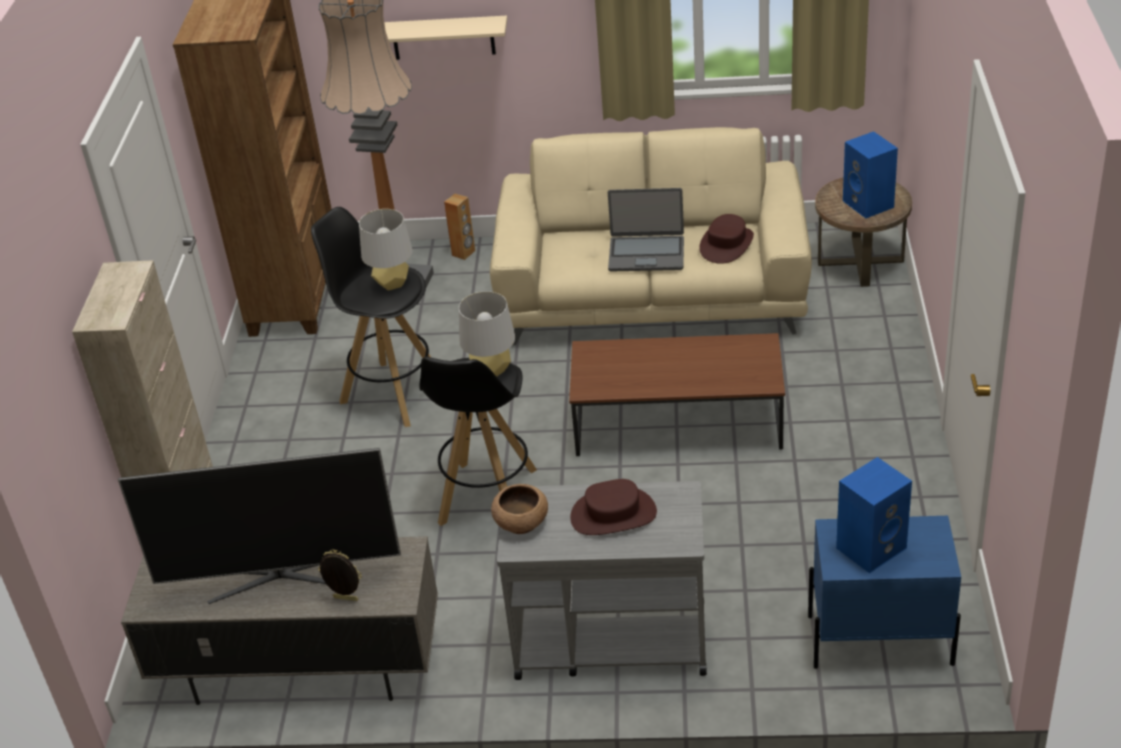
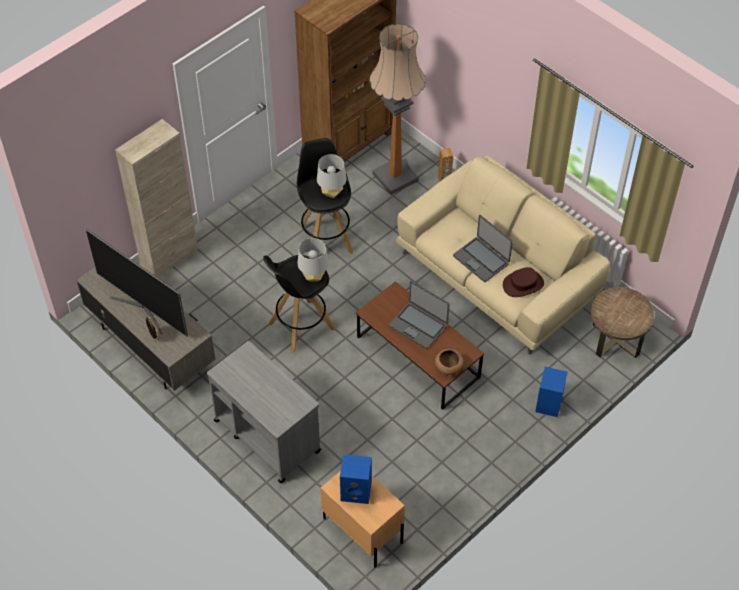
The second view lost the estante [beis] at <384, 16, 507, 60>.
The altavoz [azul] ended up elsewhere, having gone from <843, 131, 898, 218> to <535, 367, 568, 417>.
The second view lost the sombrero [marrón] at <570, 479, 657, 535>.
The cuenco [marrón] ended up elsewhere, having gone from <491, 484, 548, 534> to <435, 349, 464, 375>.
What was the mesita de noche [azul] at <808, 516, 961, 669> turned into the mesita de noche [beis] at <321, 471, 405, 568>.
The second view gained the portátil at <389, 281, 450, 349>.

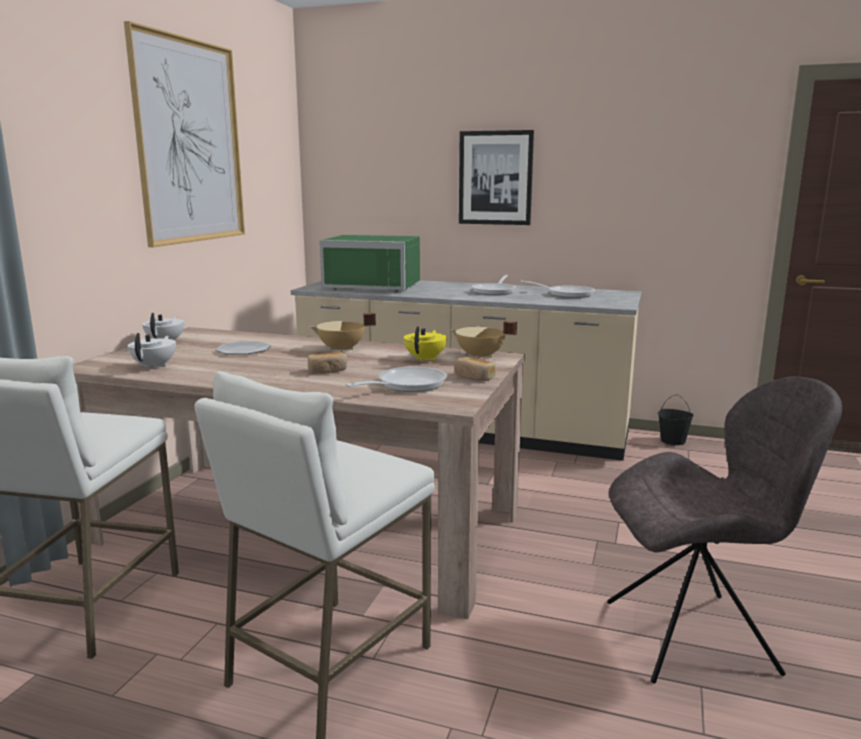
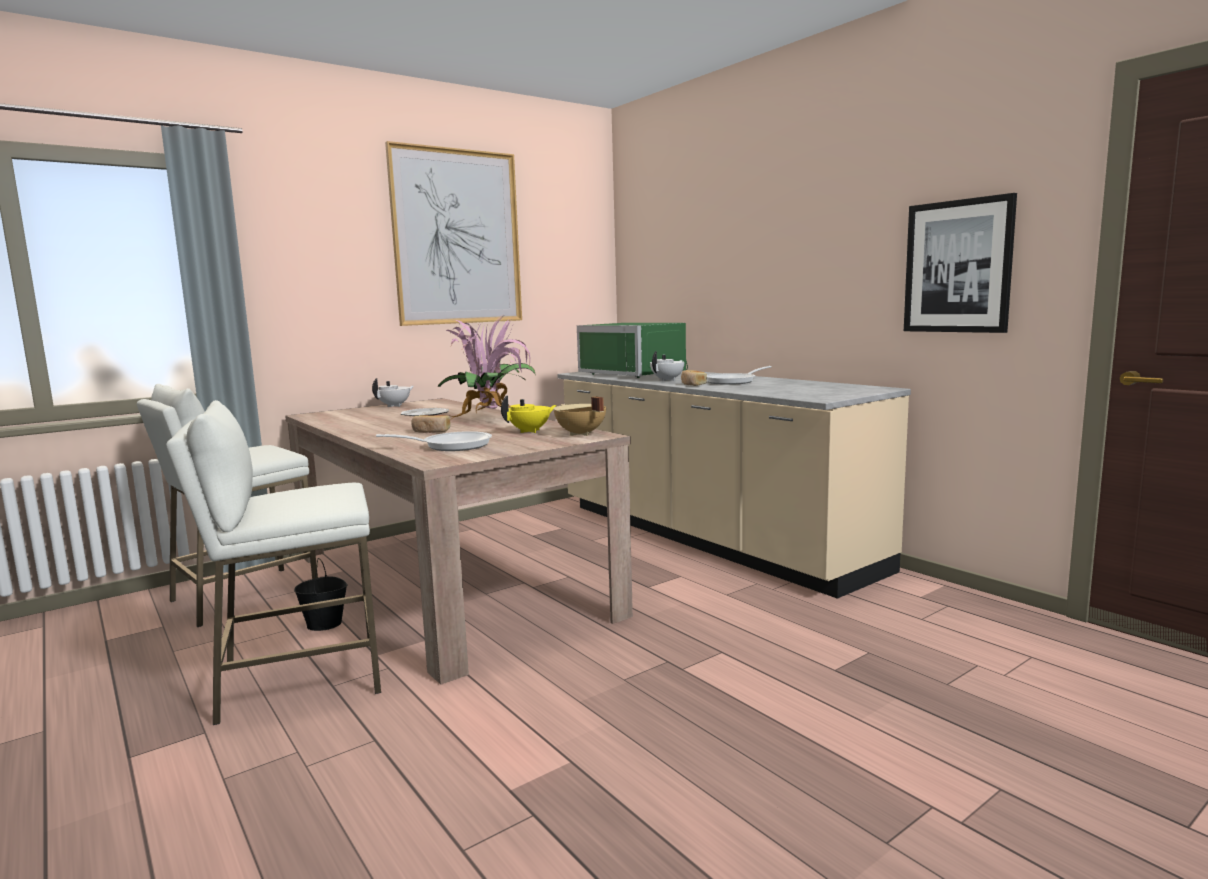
The cuadro ended up elsewhere, having gone from <459, 130, 534, 225> to <904, 193, 1017, 333>.
The second view lost the sartén at <520, 281, 595, 298>.
Where the olla [beis] stood at <310, 313, 376, 352>, the planta en maceta came to stand at <437, 316, 536, 420>.
The tetera [blanco] ended up elsewhere, having gone from <128, 333, 176, 369> to <650, 351, 684, 381>.
The pan ended up elsewhere, having gone from <454, 357, 496, 381> to <681, 370, 707, 386>.
The second view lost the silla [gris] at <607, 376, 842, 684>.
The cubo [negro] ended up elsewhere, having gone from <658, 394, 694, 445> to <294, 558, 348, 631>.

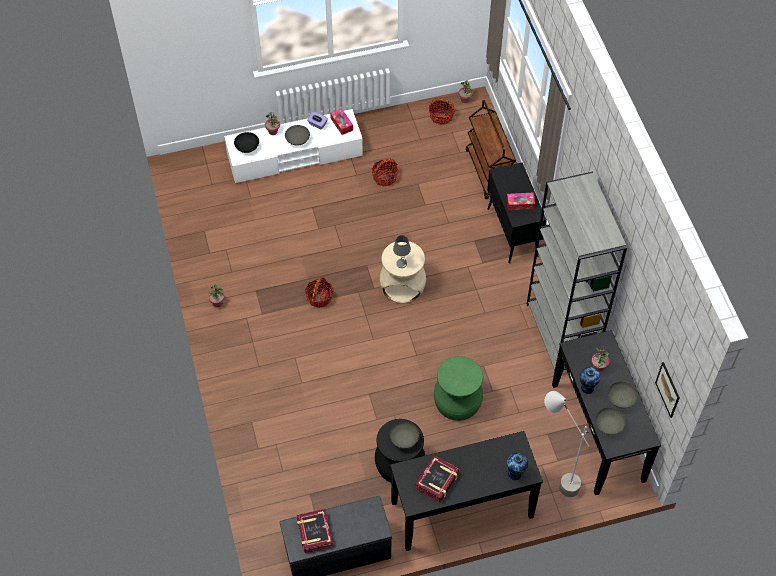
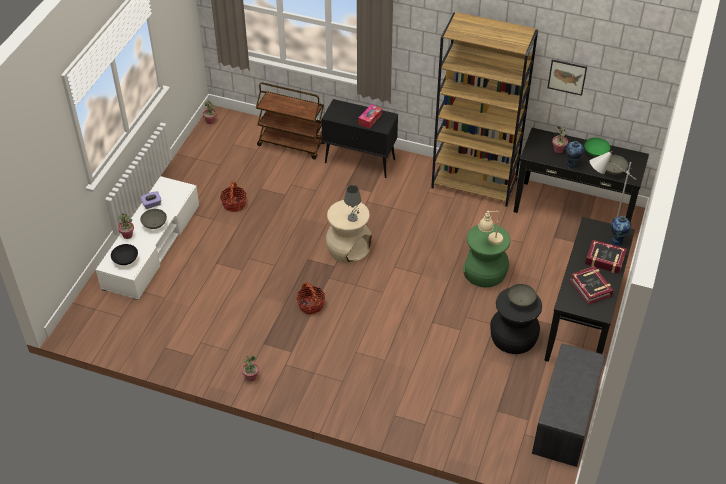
The second view lost the cesta at <429, 98, 455, 125>.
The second view lost the caja de pañuelos at <330, 108, 353, 135>.
What was the estantería [gris] at <527, 172, 627, 372> turned into the estantería [marrón] at <431, 12, 538, 207>.
The cuadro ended up elsewhere, having gone from <655, 362, 680, 418> to <547, 60, 587, 96>.
What was the cuenco [gris] at <608, 382, 638, 408> turned into the cuenco [verde] at <584, 138, 611, 157>.
The libro ended up elsewhere, having gone from <297, 509, 333, 553> to <585, 240, 627, 273>.
The second view gained the lámpara de mesa [beis] at <478, 211, 504, 245>.

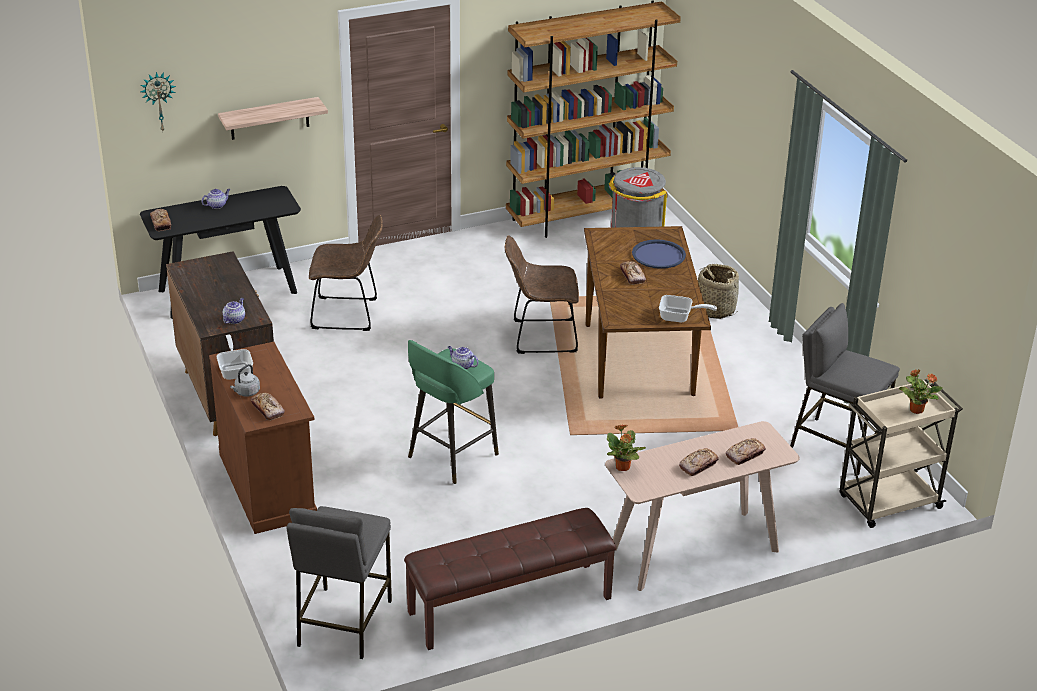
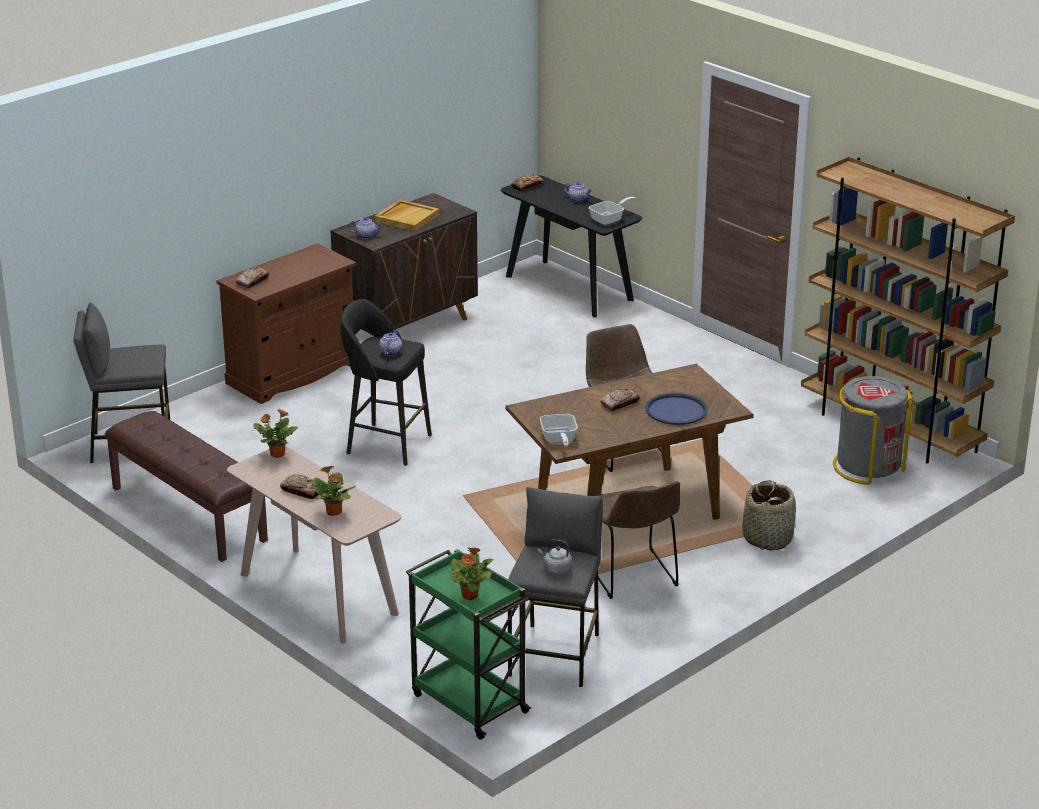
The second view lost the reloj de pared at <140, 72, 176, 131>.
The second view lost the estante at <218, 97, 328, 140>.
The silla [marrón] ended up elsewhere, having gone from <309, 215, 383, 331> to <595, 481, 680, 599>.
The sartén ended up elsewhere, having gone from <217, 335, 253, 380> to <589, 197, 636, 225>.
What was the taburete [verde] at <408, 340, 499, 484> turned into the taburete [negro] at <341, 299, 432, 466>.
The hervidor [gris] ended up elsewhere, having gone from <230, 364, 260, 397> to <538, 539, 572, 575>.
What was the carrito [beis] at <839, 379, 963, 528> turned into the carrito [verde] at <406, 549, 531, 740>.
Where the pan stood at <726, 438, 766, 465>, the planta en maceta came to stand at <313, 465, 356, 516>.
The second view gained the bandeja [beis] at <374, 200, 439, 232>.

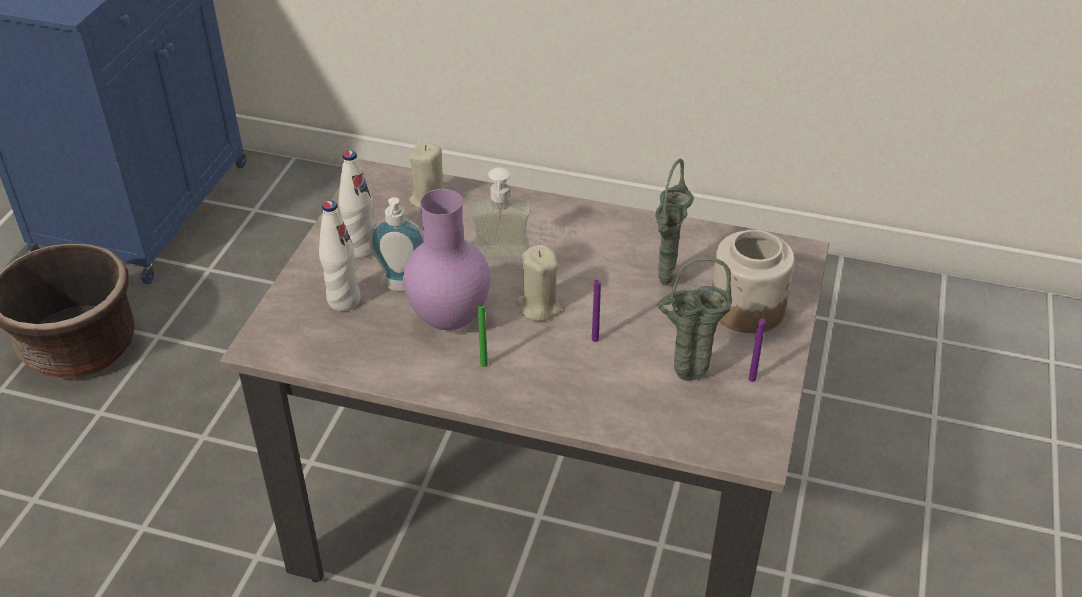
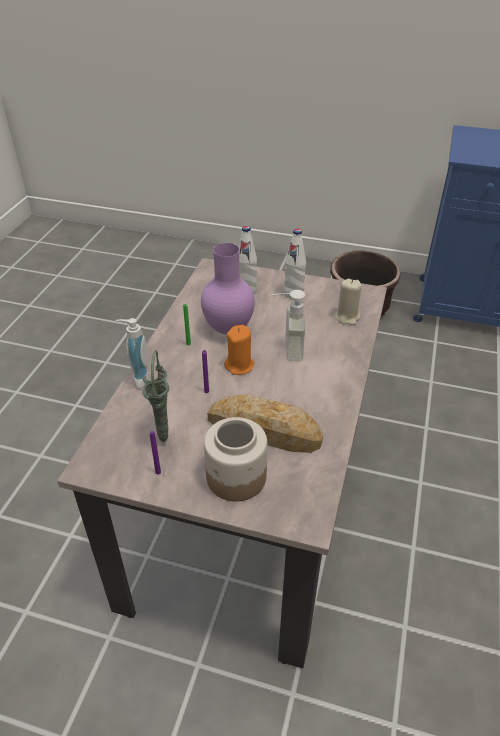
Where the florero [verde] stood at <655, 159, 694, 286>, the pan came to stand at <207, 394, 323, 453>.
The dispensador de jabón ended up elsewhere, having gone from <369, 197, 424, 291> to <116, 318, 150, 389>.
What was the vela [beis] at <516, 245, 561, 321> turned into the vela [naranja] at <224, 325, 254, 375>.

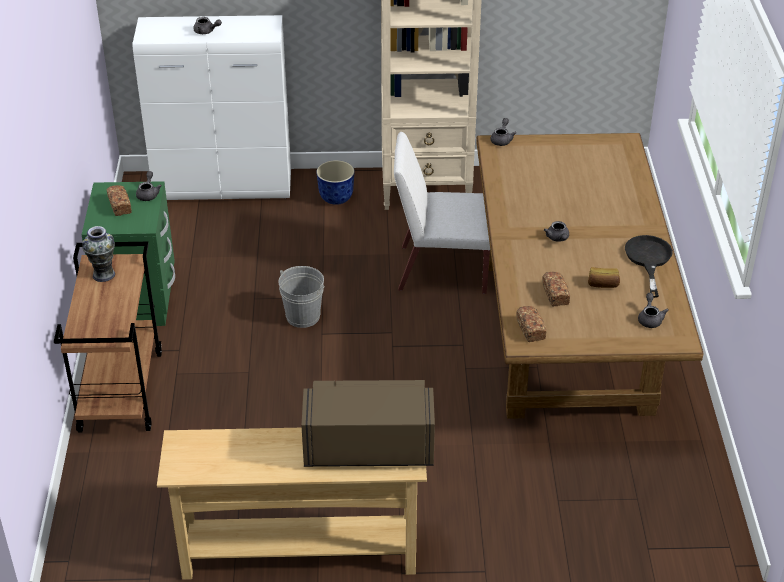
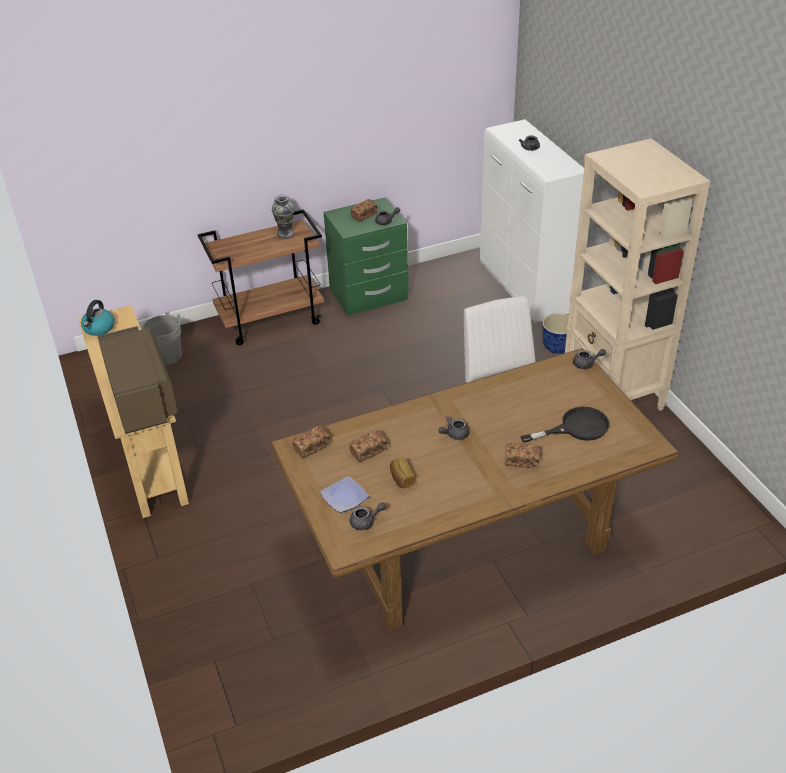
The sartén [negro] ended up elsewhere, having gone from <625, 235, 673, 298> to <520, 407, 609, 443>.
The cubo [gris] ended up elsewhere, having gone from <278, 266, 325, 328> to <142, 312, 182, 365>.
The second view gained the hervidor at <81, 300, 115, 336>.
The second view gained the pan at <505, 443, 541, 468>.
The second view gained the plato at <320, 476, 369, 513>.

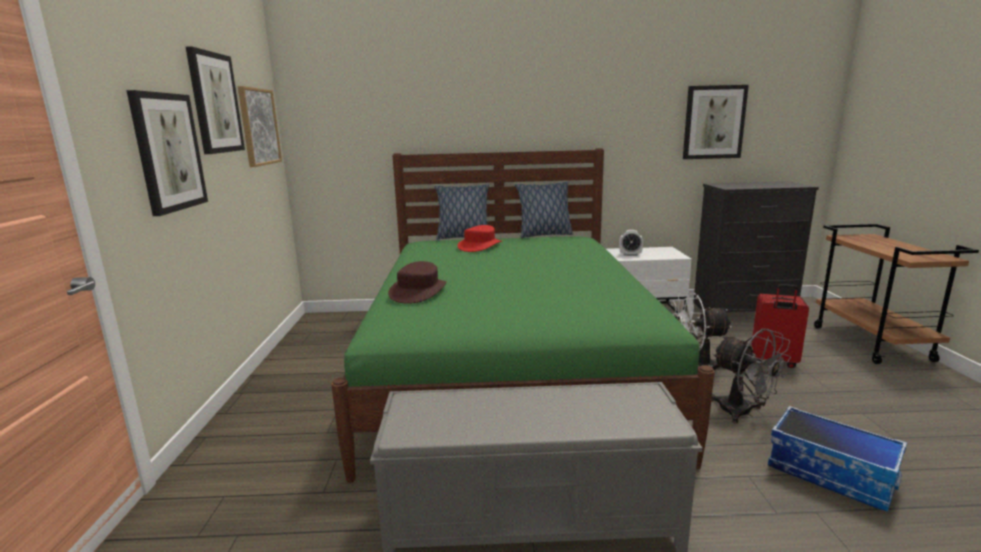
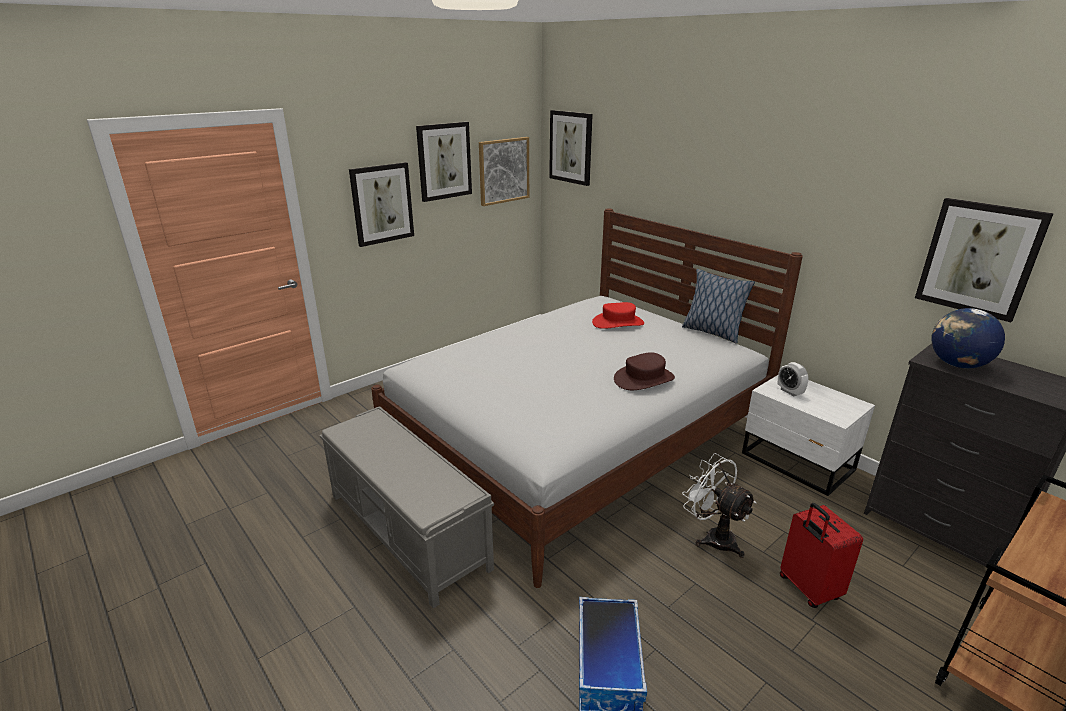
What was the cama [verde] at <331, 148, 715, 483> turned into the cama [blanco] at <371, 208, 803, 588>.
The second view lost the cojín at <434, 184, 489, 240>.
The sombrero [marrón] ended up elsewhere, having gone from <388, 261, 446, 304> to <614, 352, 675, 390>.
The second view lost the ventilador [gris] at <711, 329, 791, 423>.
The second view gained the cuadro at <549, 110, 593, 186>.
The second view gained the globo terráqueo at <931, 308, 1005, 368>.

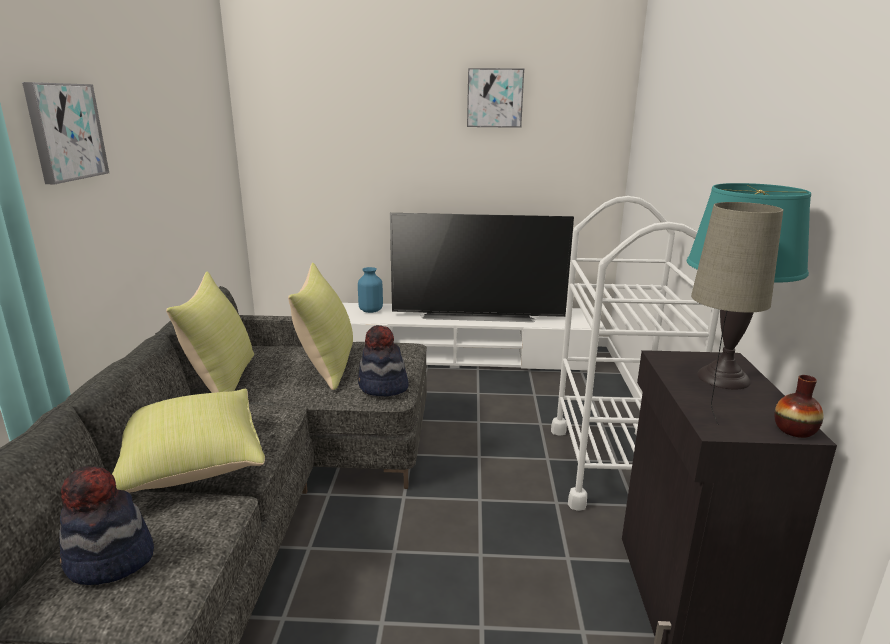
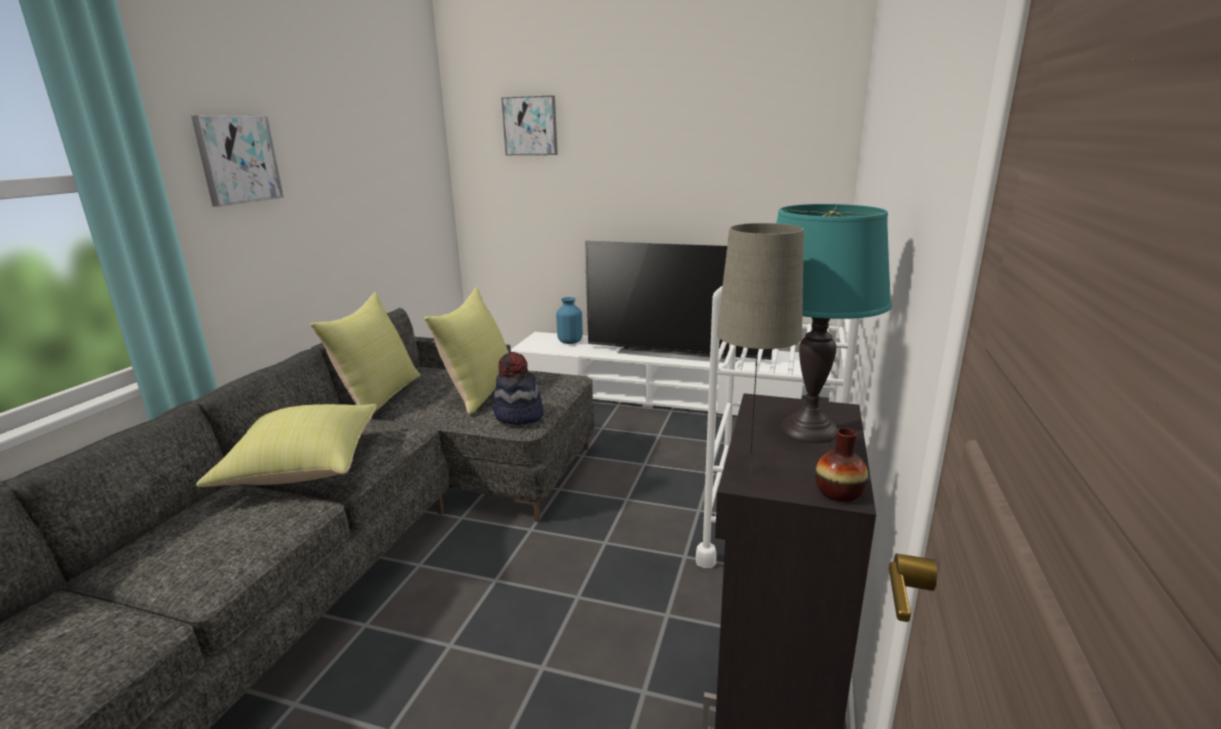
The cuadro ended up elsewhere, having gone from <467, 68, 524, 128> to <501, 95, 558, 155>.
The second view lost the sombrero at <59, 466, 154, 585>.

